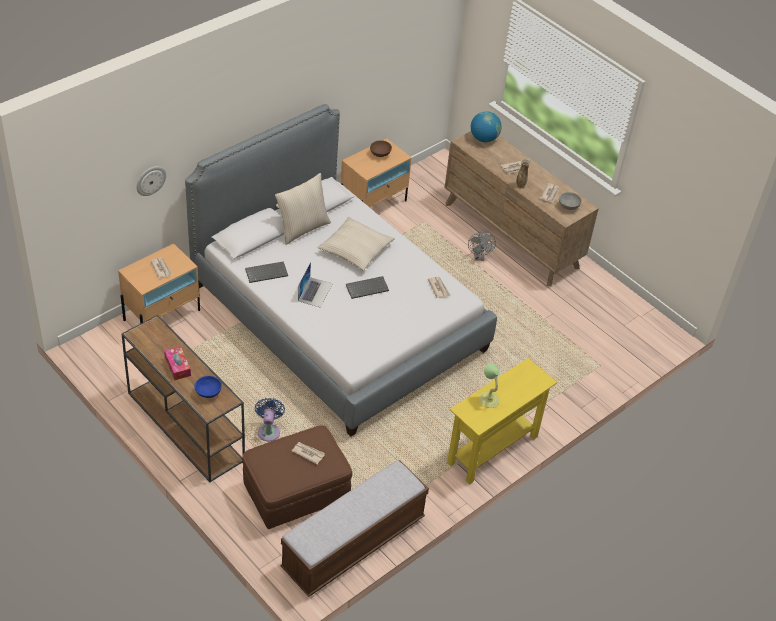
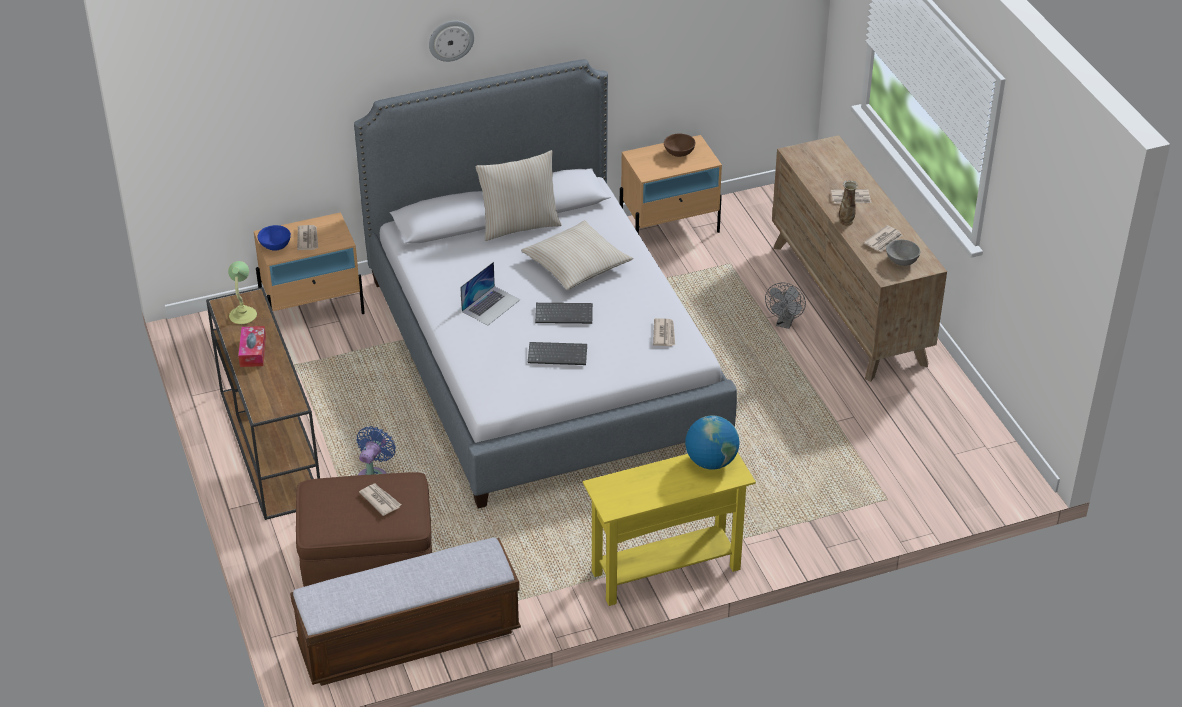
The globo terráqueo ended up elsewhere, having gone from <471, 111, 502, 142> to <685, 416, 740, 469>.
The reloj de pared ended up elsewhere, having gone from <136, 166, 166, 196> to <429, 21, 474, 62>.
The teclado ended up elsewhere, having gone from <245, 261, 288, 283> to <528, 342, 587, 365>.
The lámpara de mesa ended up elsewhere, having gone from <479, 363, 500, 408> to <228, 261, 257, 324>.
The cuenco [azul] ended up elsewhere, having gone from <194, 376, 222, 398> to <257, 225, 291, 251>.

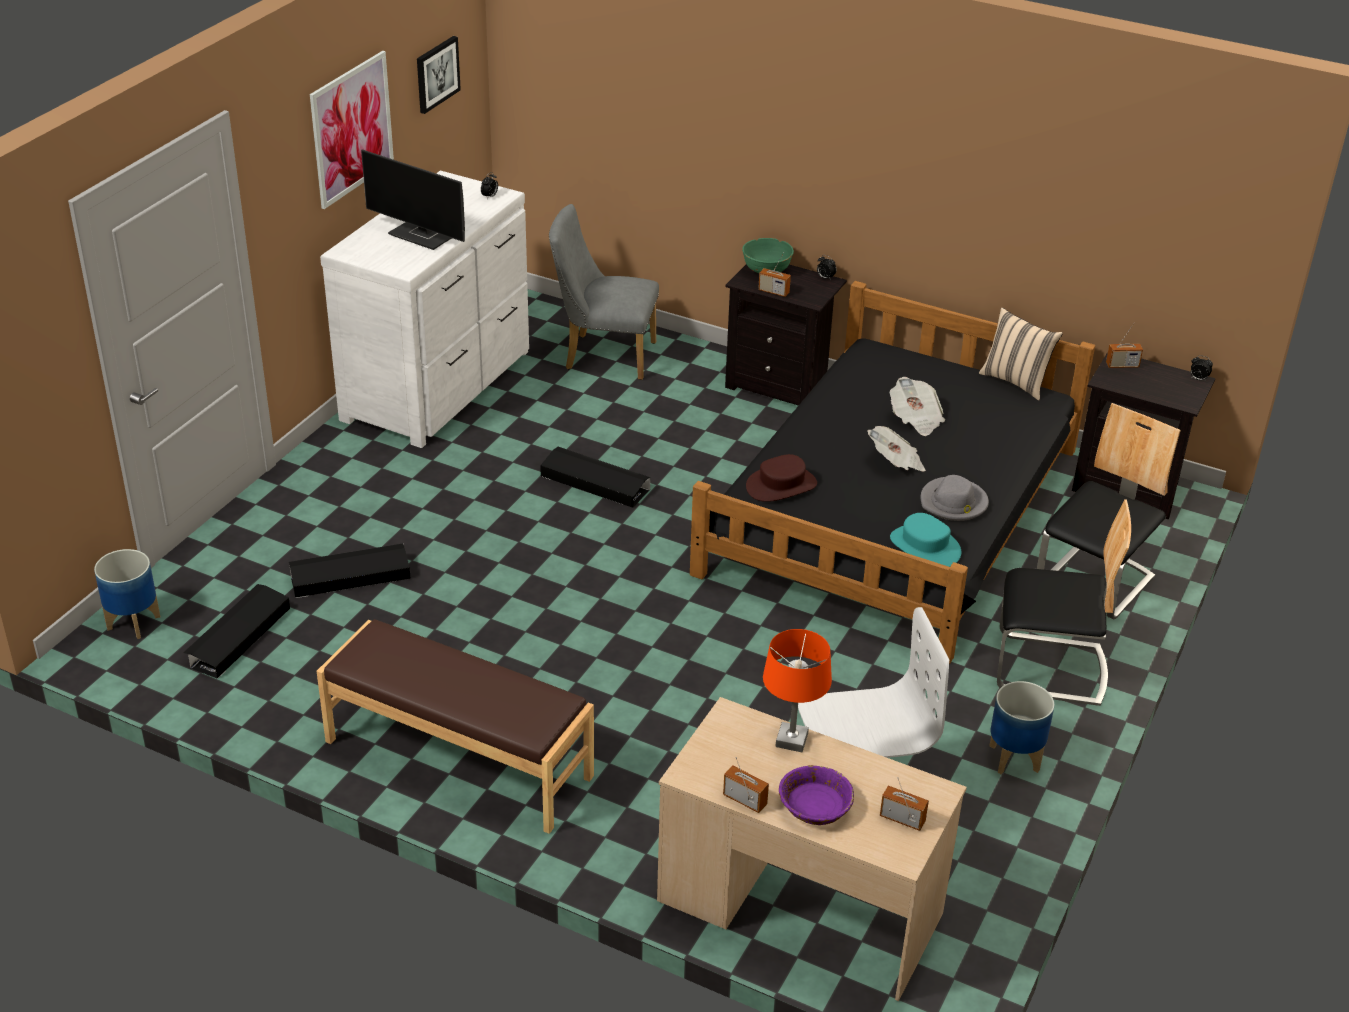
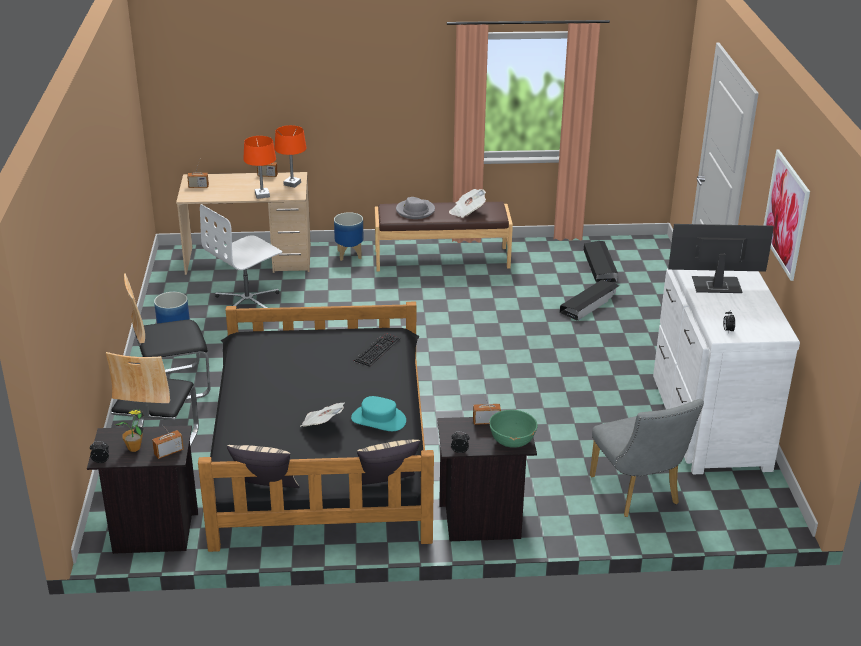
The second view lost the cuadro at <417, 36, 461, 114>.
The silla [gris] at <549, 204, 659, 380> ended up facing another way, 90 degrees clockwise from before.
The periódico ended up elsewhere, having gone from <868, 426, 926, 472> to <449, 189, 486, 218>.
The second view lost the caja de almacenaje [negro] at <540, 447, 650, 508>.
Where the sombrero [marrón] stood at <746, 454, 817, 502>, the teclado came to stand at <354, 333, 400, 367>.
The sombrero [gris] ended up elsewhere, having gone from <921, 475, 989, 521> to <396, 197, 435, 219>.
The sombrero [turquesa] ended up elsewhere, having gone from <890, 513, 961, 567> to <351, 396, 406, 431>.
The maceta ended up elsewhere, having gone from <94, 549, 160, 639> to <334, 212, 364, 261>.
The second view lost the cuenco [morado] at <779, 765, 854, 825>.
The second view gained the lámpara de mesa [naranja] at <274, 125, 306, 188>.
The second view gained the planta en maceta at <115, 409, 144, 452>.
The second view gained the cojín [beis] at <357, 440, 420, 485>.

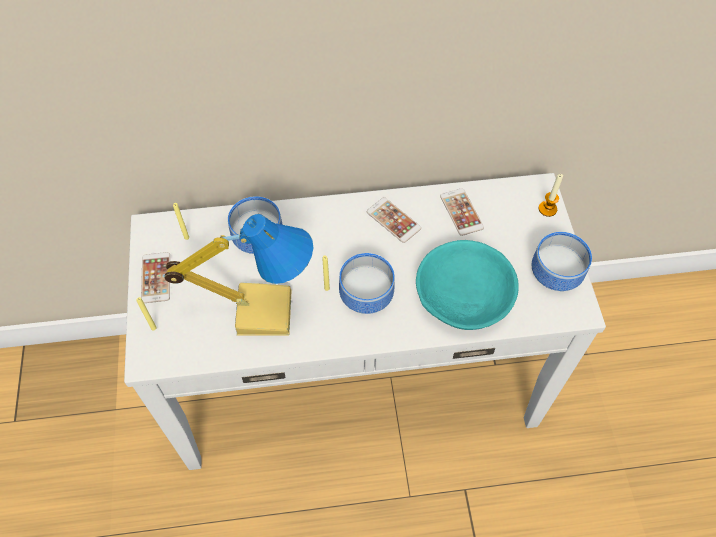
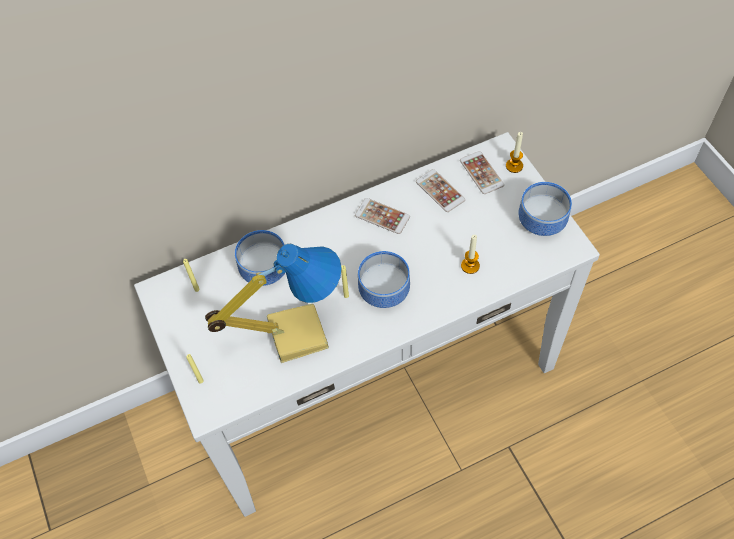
Where the cuenco [turquesa] stood at <416, 240, 519, 330>, the vela came to stand at <461, 235, 480, 274>.
The móvil ended up elsewhere, having gone from <141, 252, 170, 303> to <460, 151, 504, 194>.

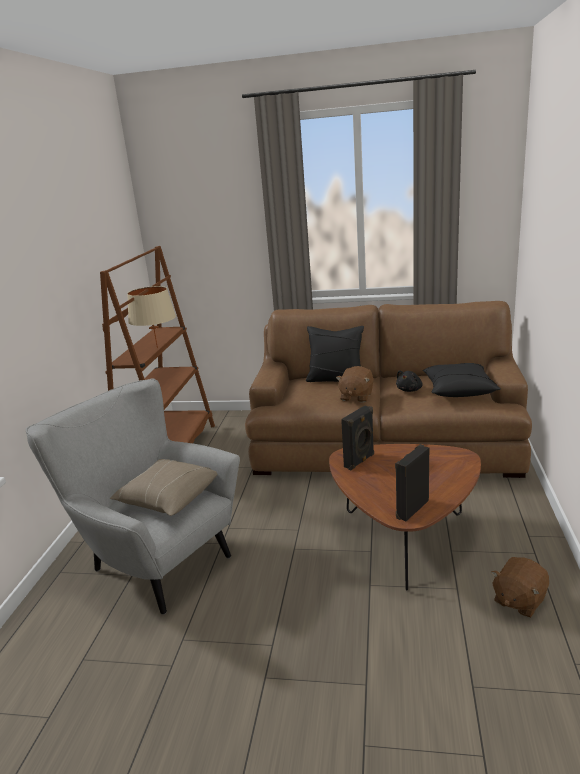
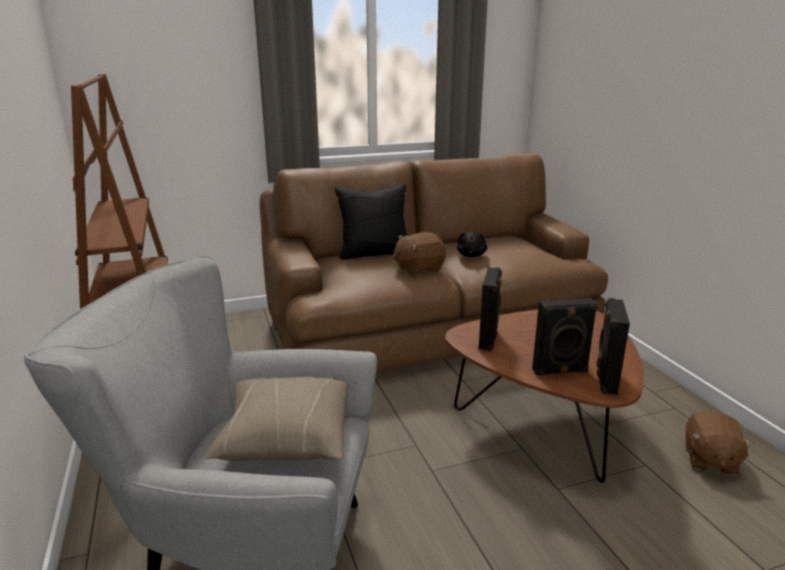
The second view lost the lámpara de mesa [beis] at <127, 286, 176, 348>.
The second view lost the cojín [negro] at <423, 363, 501, 397>.
The peluche [marrón] at <336, 366, 374, 403> ended up facing another way, 75 degrees clockwise from before.
The second view gained the altavoz [negro] at <532, 298, 598, 376>.

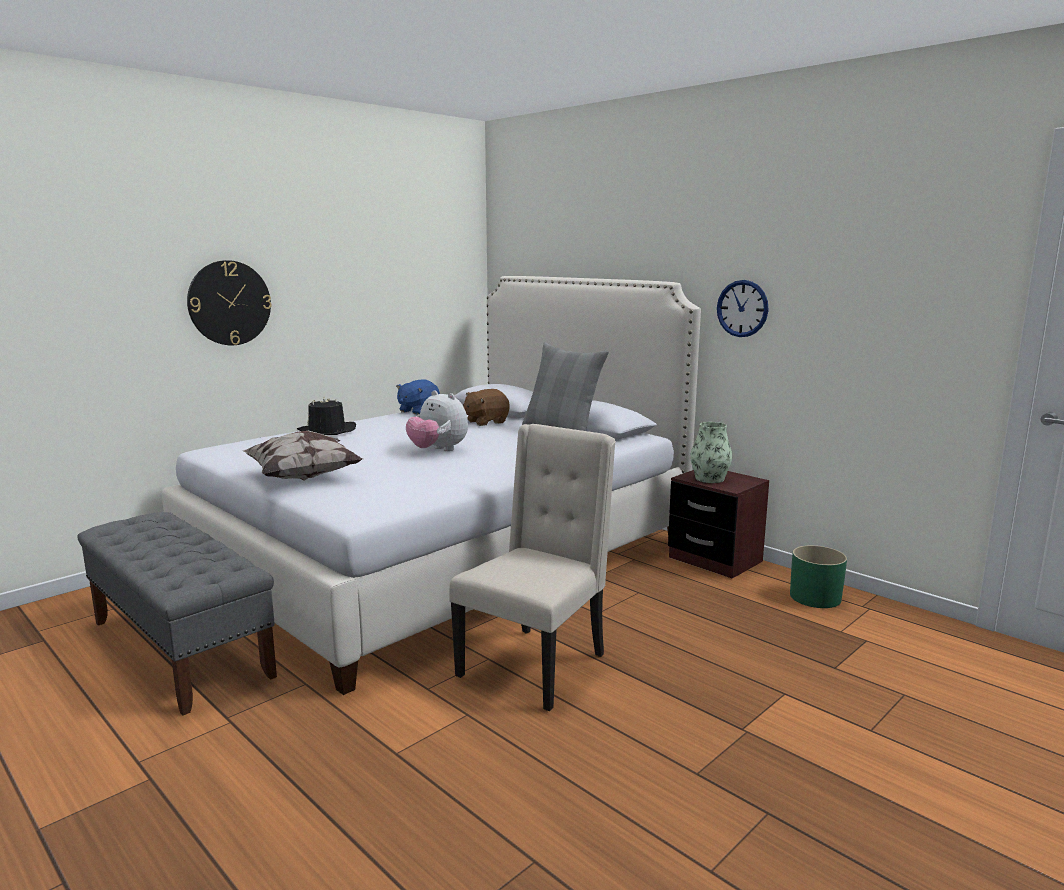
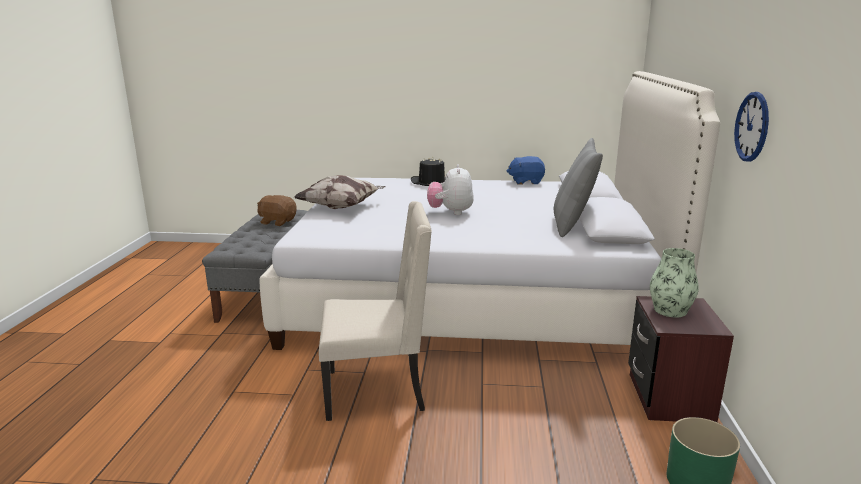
The second view lost the reloj de pared at <187, 260, 272, 345>.
The peluche [marrón] ended up elsewhere, having gone from <463, 389, 509, 426> to <257, 195, 297, 226>.

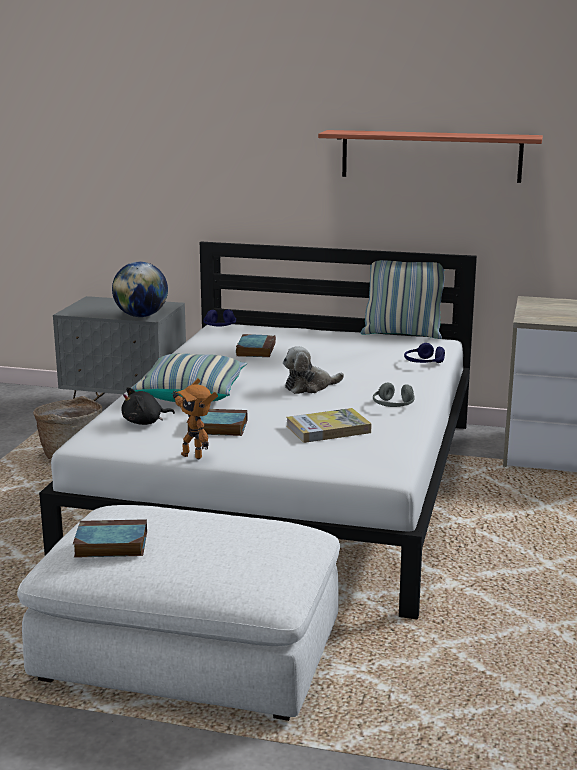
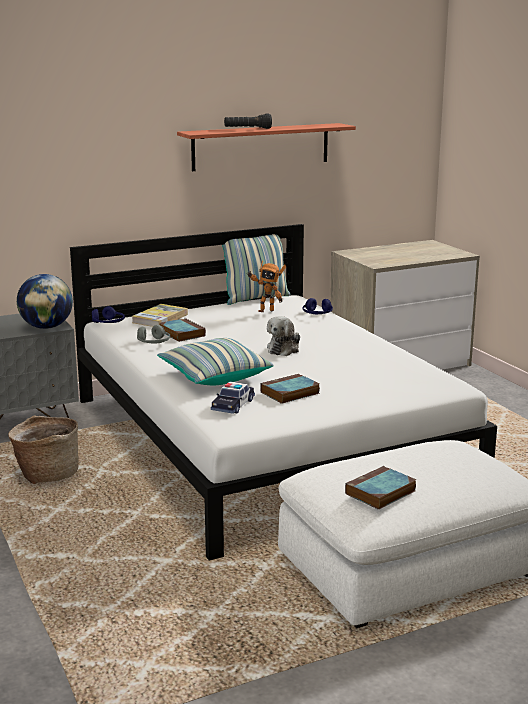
The robot de juguete ended up elsewhere, having gone from <172, 378, 218, 459> to <247, 260, 286, 312>.
The auriculares [gris] ended up elsewhere, having gone from <373, 383, 415, 407> to <137, 325, 170, 343>.
Where the peluche [negro] stood at <122, 387, 175, 425>, the coche de juguete came to stand at <211, 382, 255, 414>.
The libro ended up elsewhere, having gone from <287, 408, 372, 443> to <131, 304, 188, 327>.
The second view gained the linterna [negro] at <224, 114, 272, 129>.

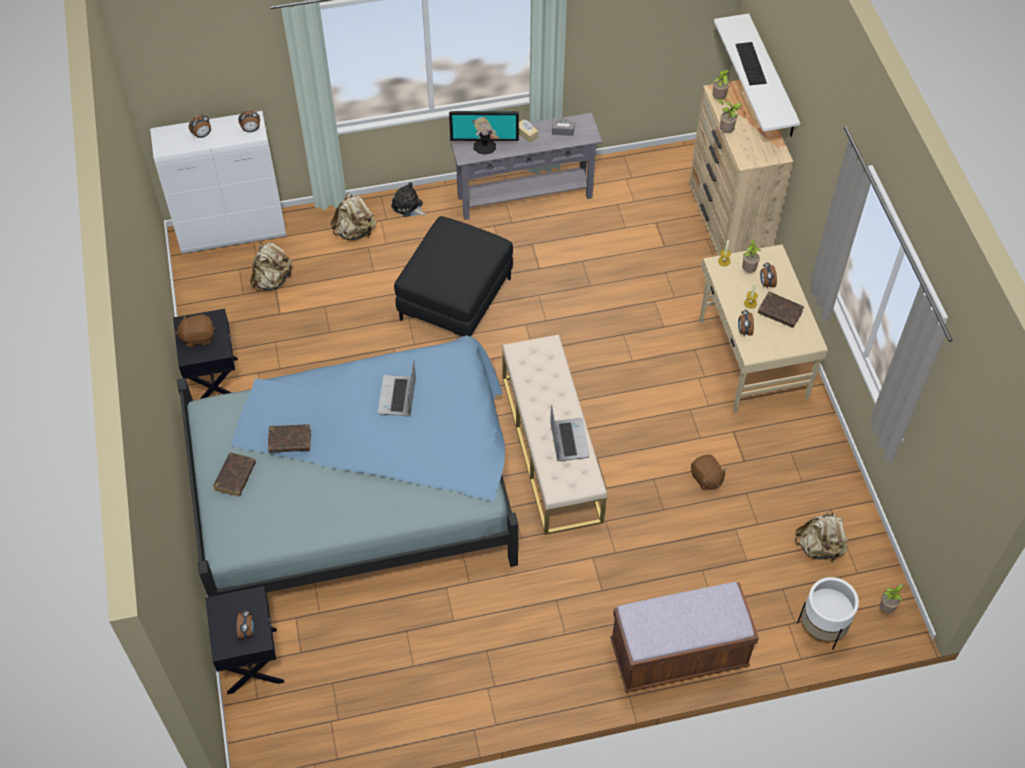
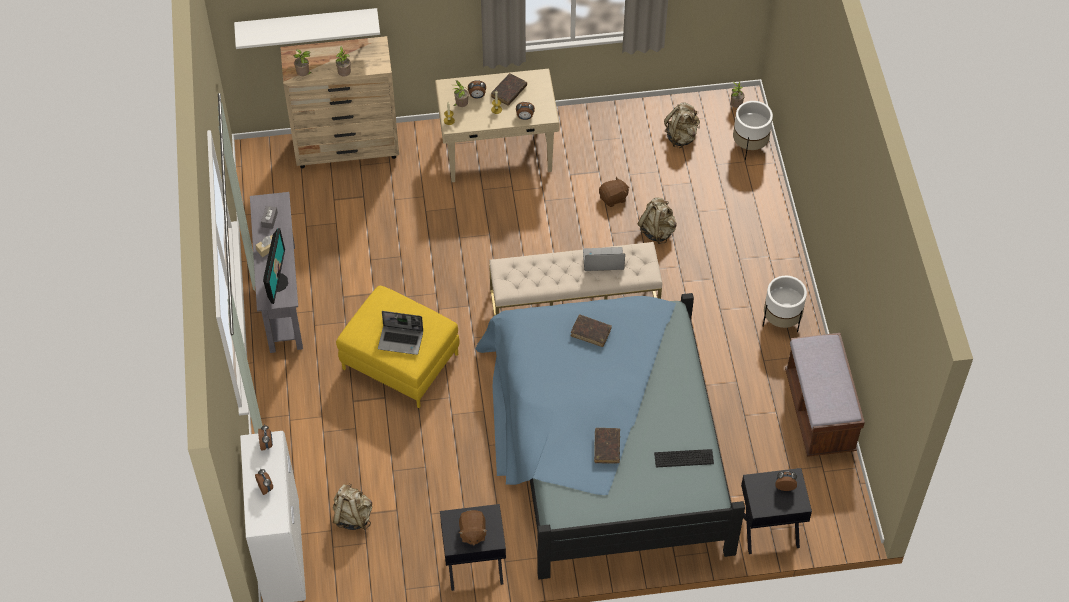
The teclado ended up elsewhere, having gone from <735, 42, 767, 85> to <654, 449, 714, 467>.
The second view lost the peluche at <391, 182, 426, 217>.
The mochila [beis] ended up elsewhere, having gone from <331, 192, 376, 240> to <638, 197, 677, 244>.
What was the puf [negro] at <394, 216, 513, 337> turned into the puf [amarillo] at <336, 286, 460, 408>.
The portátil ended up elsewhere, having gone from <378, 359, 416, 416> to <378, 311, 423, 355>.
The libro [marrón] ended up elsewhere, having gone from <213, 453, 256, 496> to <571, 314, 612, 347>.
The banco [marrón] ended up elsewhere, having gone from <610, 582, 759, 692> to <785, 333, 865, 457>.
The second view gained the maceta [blanco] at <763, 276, 807, 333>.

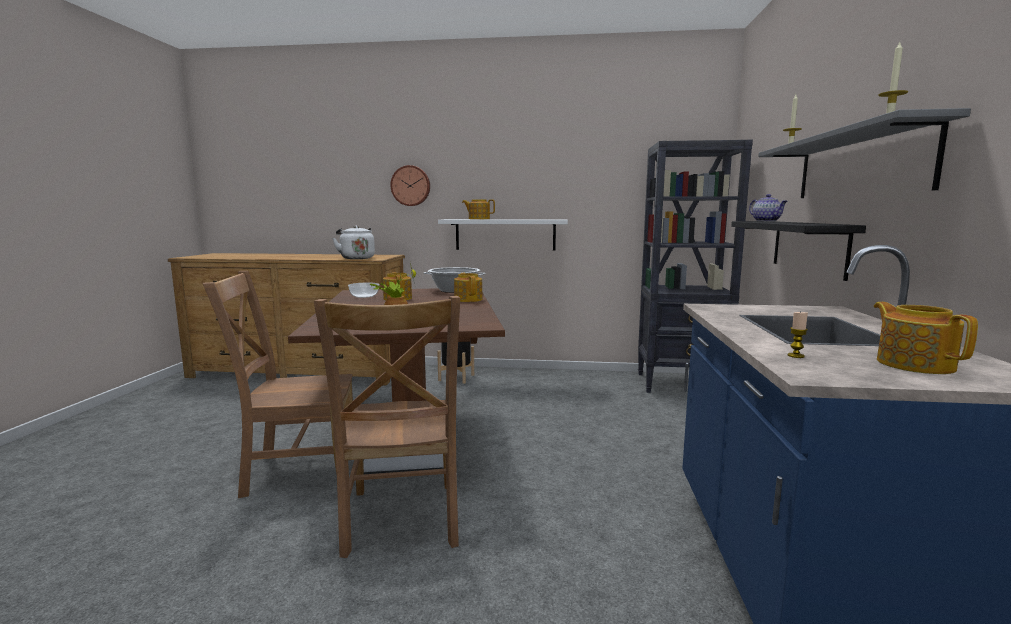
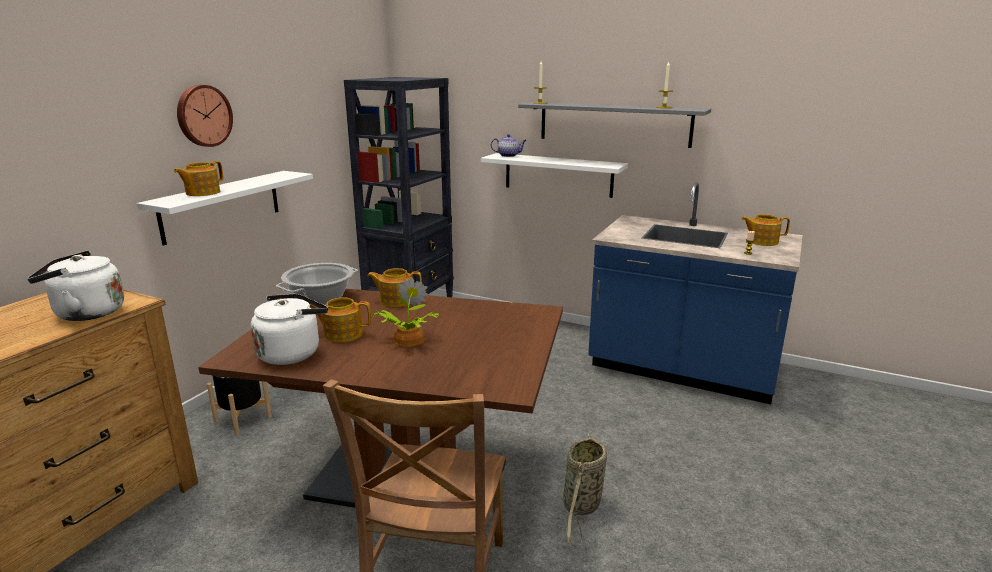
The reloj de pared ended up elsewhere, having gone from <390, 165, 430, 206> to <177, 85, 233, 147>.
What was the estante [negro] at <731, 221, 866, 281> turned into the estante [blanco] at <481, 153, 628, 198>.
Where the cuenco stood at <348, 283, 379, 298>, the hervidor [blanco] came to stand at <251, 294, 328, 365>.
Where the silla [marrón] stood at <314, 296, 460, 558>, the cesta came to stand at <563, 434, 607, 546>.

